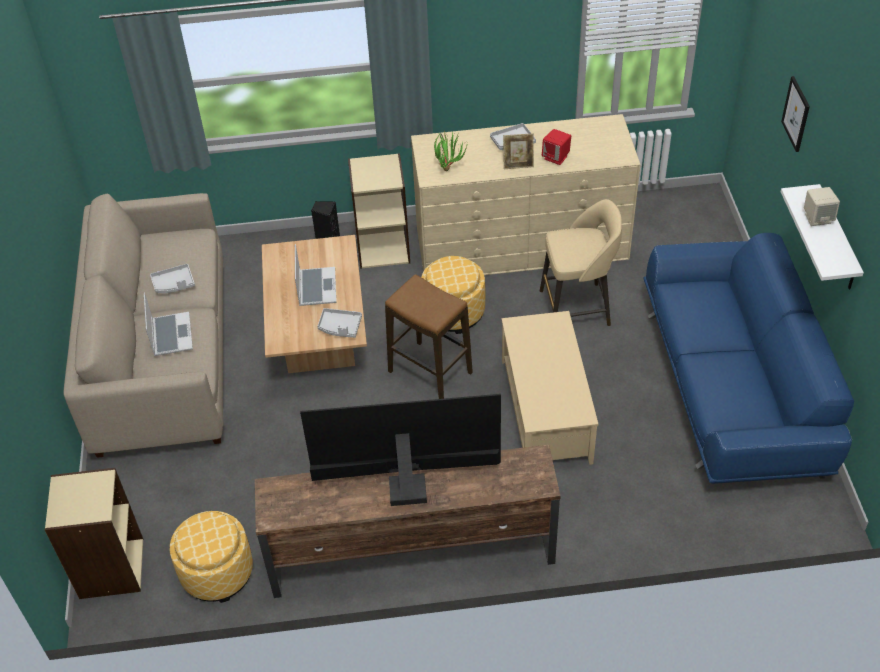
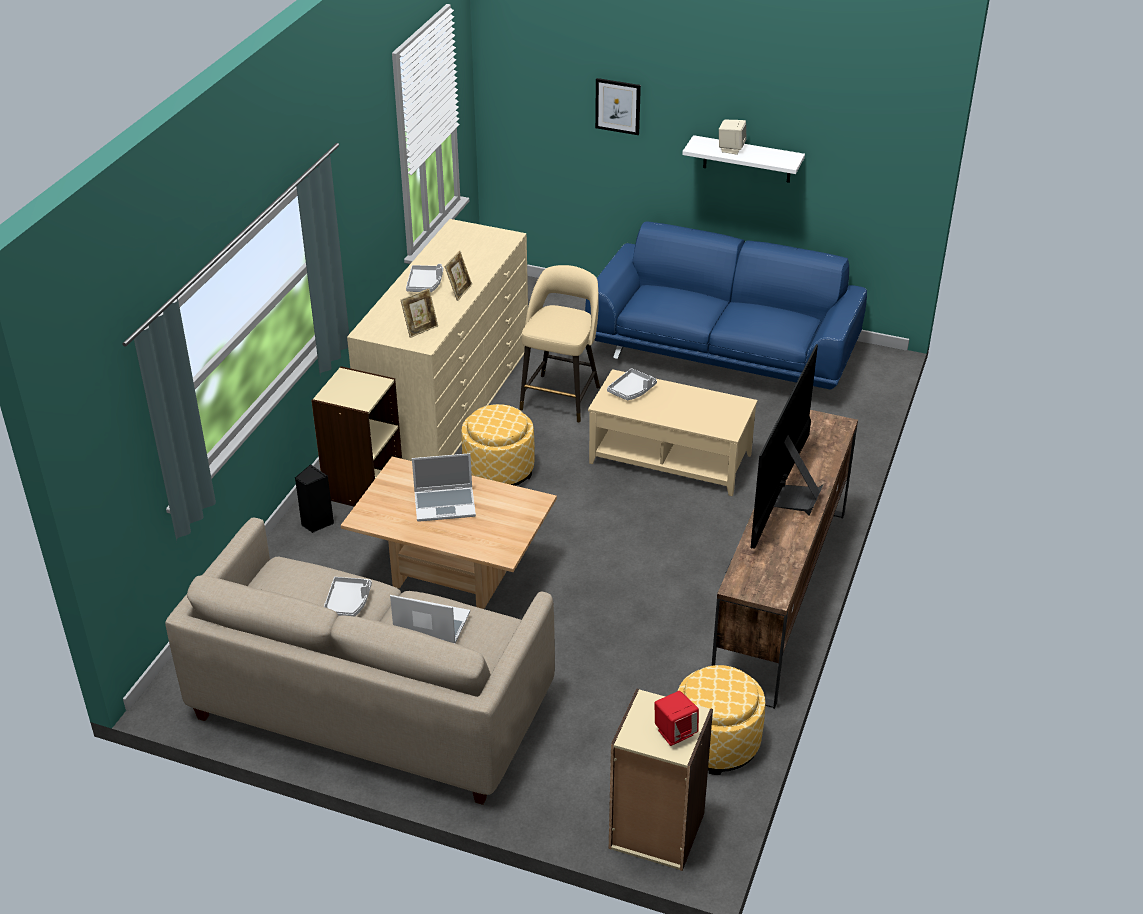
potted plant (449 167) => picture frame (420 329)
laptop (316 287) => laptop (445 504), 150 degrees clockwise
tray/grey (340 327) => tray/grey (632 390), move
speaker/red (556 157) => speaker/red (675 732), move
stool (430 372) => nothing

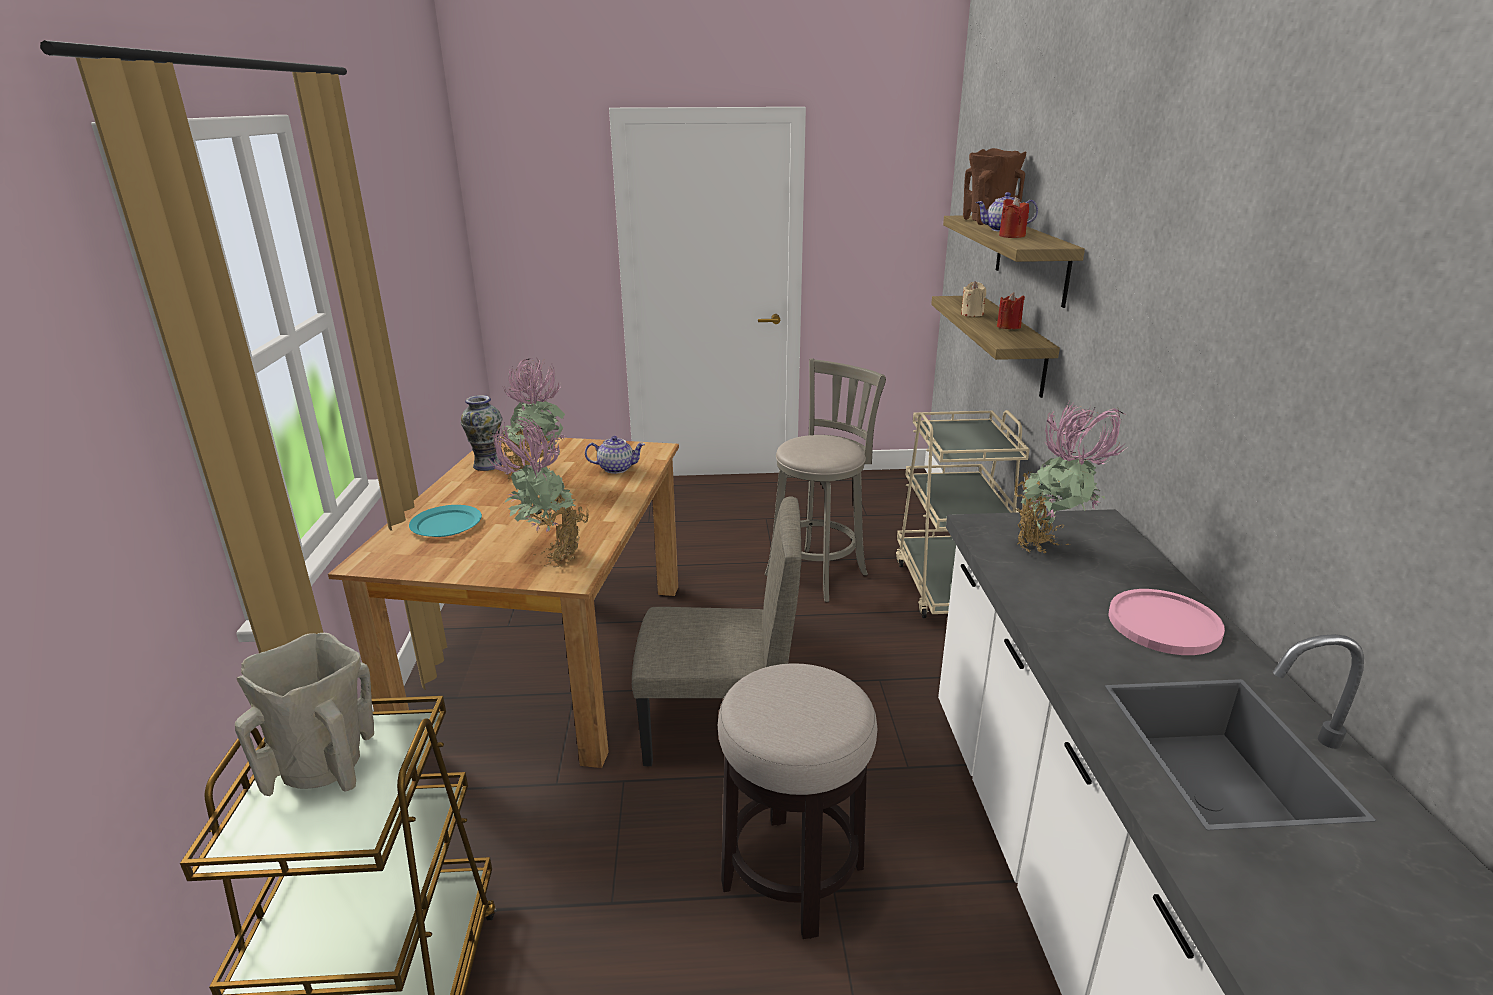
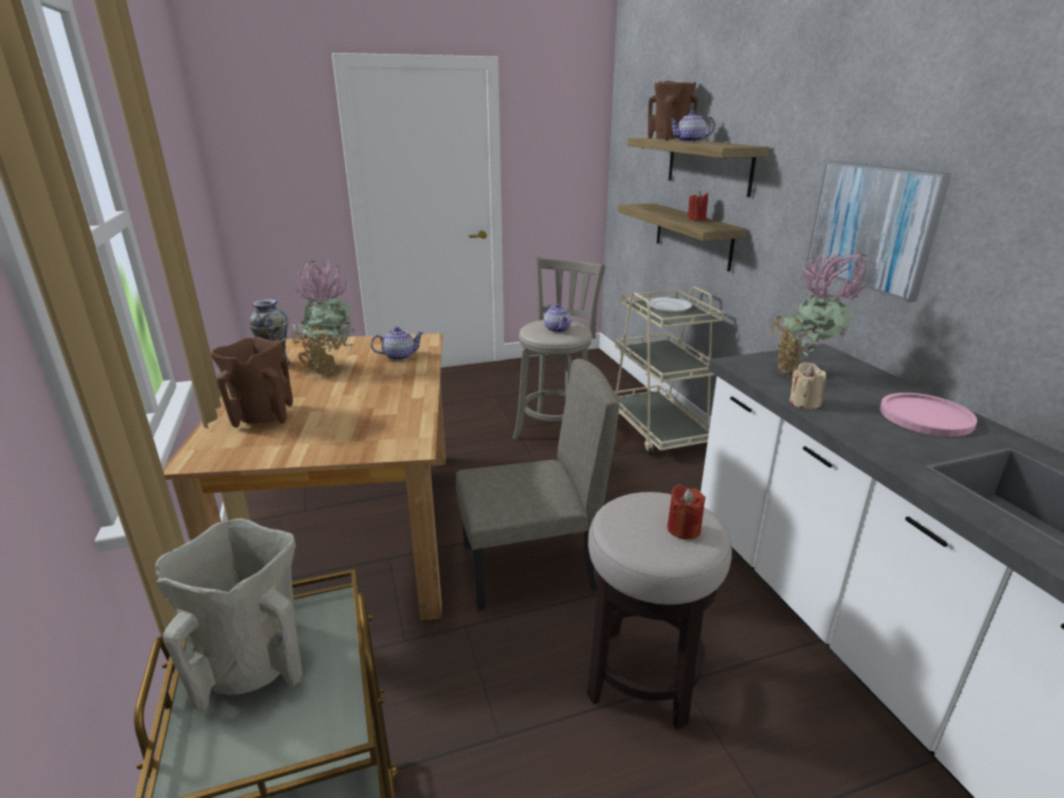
plate/turquoise (446 524) => vase/brown (262 416)
nothing => teapot (557 329)
nothing => plate/white (669 307)
candle/red (1011 236) => candle/red (683 529), move
candle/beige (972 314) => candle/beige (804 403), move
nothing => picture (872 227)
potted plant (548 556) => nothing

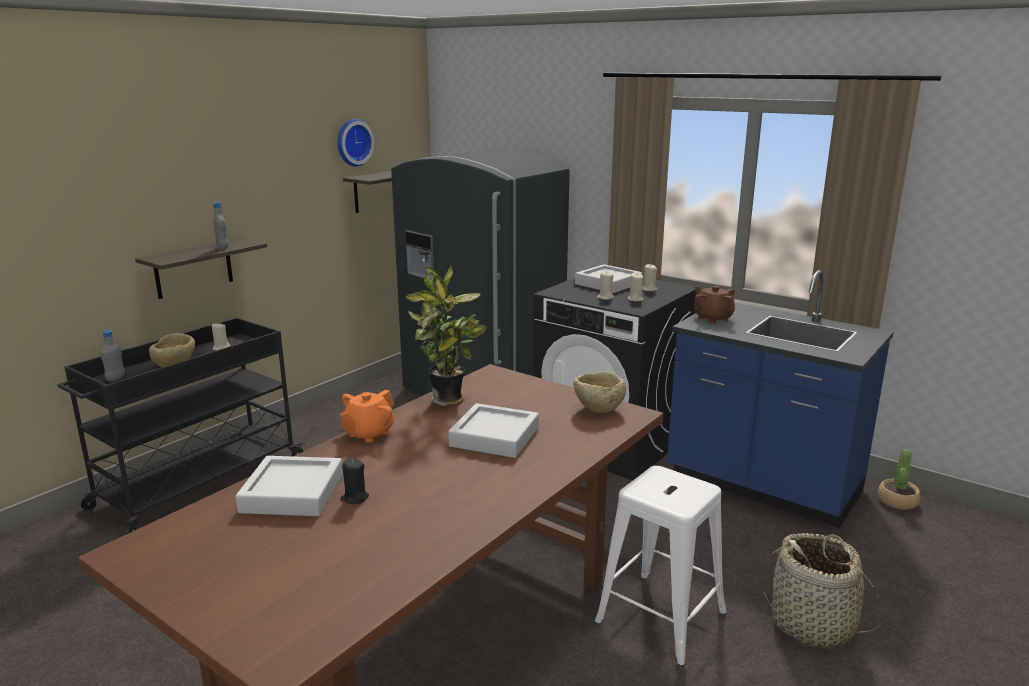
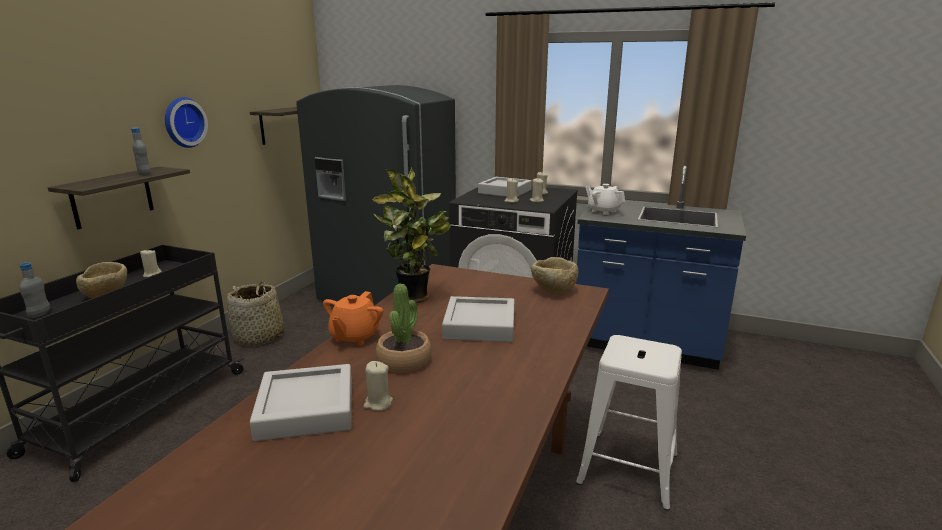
wall clock (352 142) => wall clock (183 122), move
basket (813 625) => basket (259 337), move
candle/black (354 498) => candle/beige (378 403)
potted plant (897 501) => potted plant (404 361), move
teapot/brown (712 318) => teapot/white (603 211)

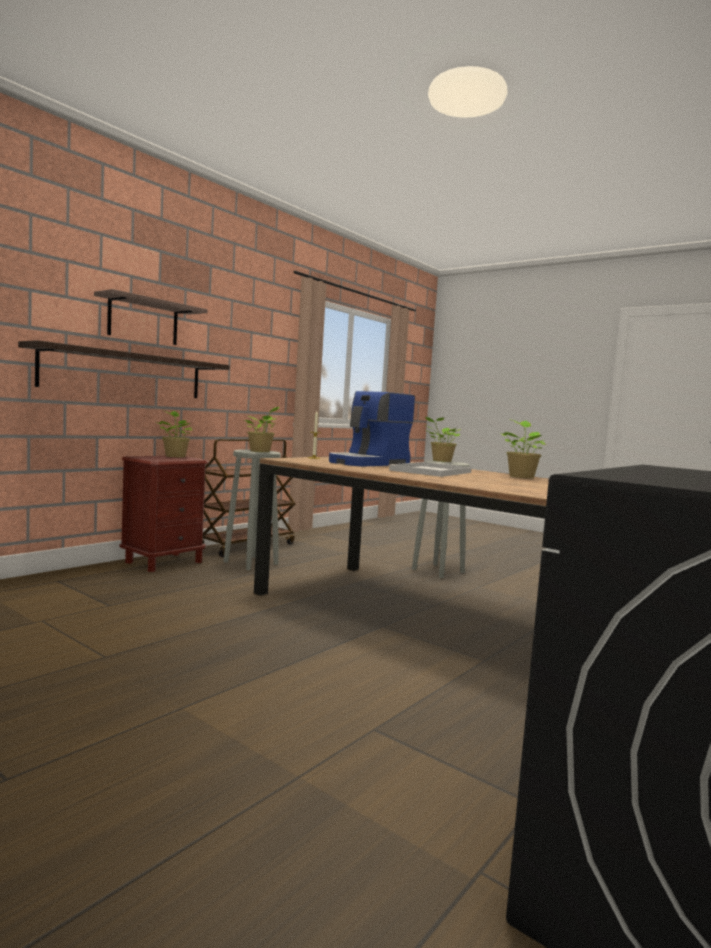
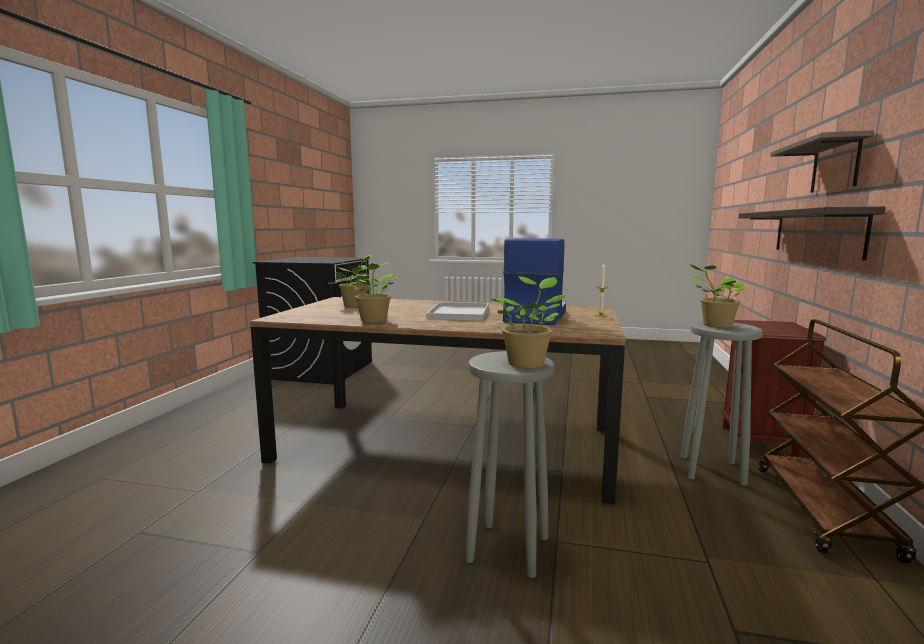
potted plant (175 456) => potted plant (356 305), move

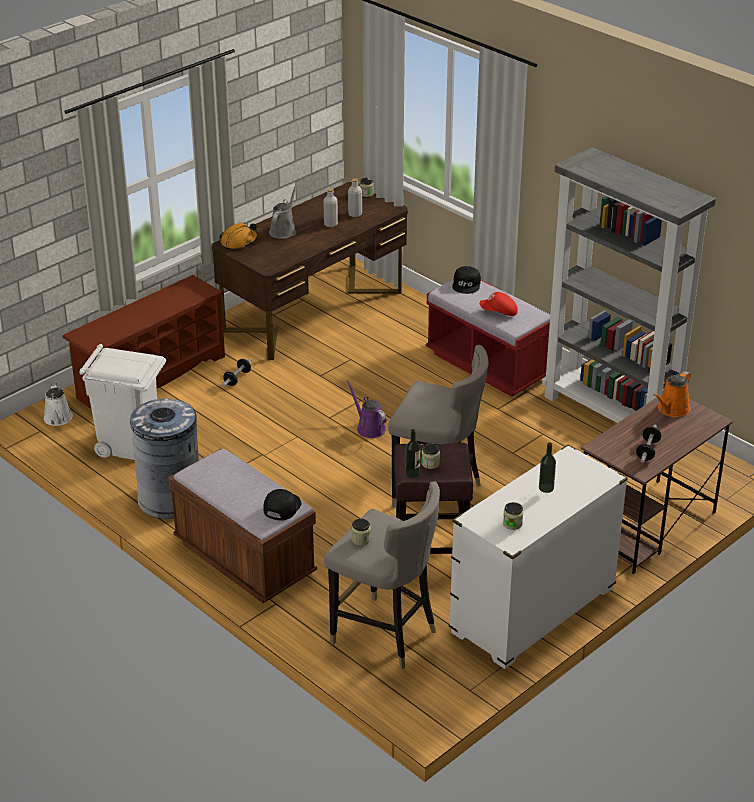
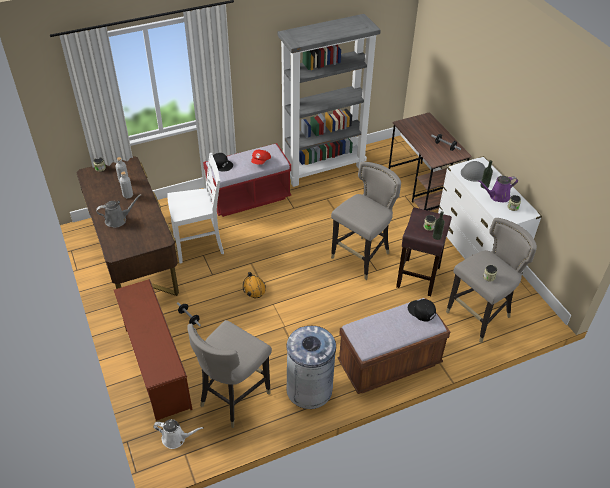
watering can/grey (283 230) => watering can/grey (118 220), 120 degrees clockwise
nothing => chair/white (200 246)
trash can/white (130 443) => stool/grey (233 398)
hard hat/orange (239 242) => hard hat/orange (254 288), move
nothing => hard hat/grey (474 173)
watering can/purple (369 428) => watering can/purple (497 196), move
watering can/orange (672 410) => nothing

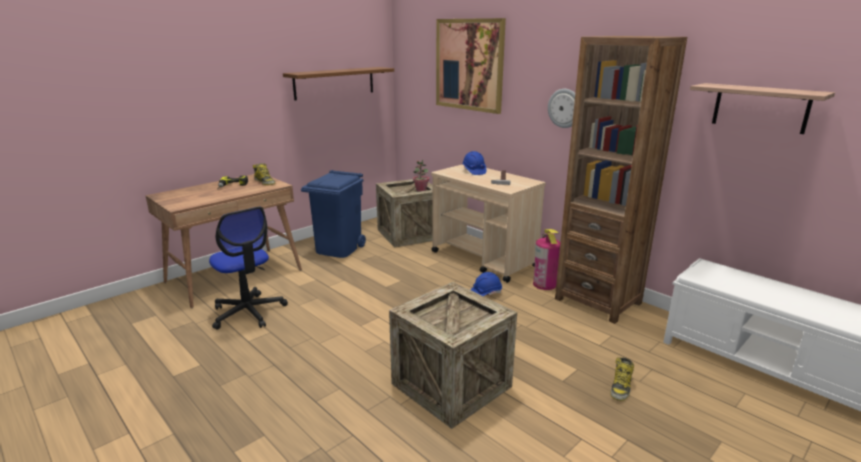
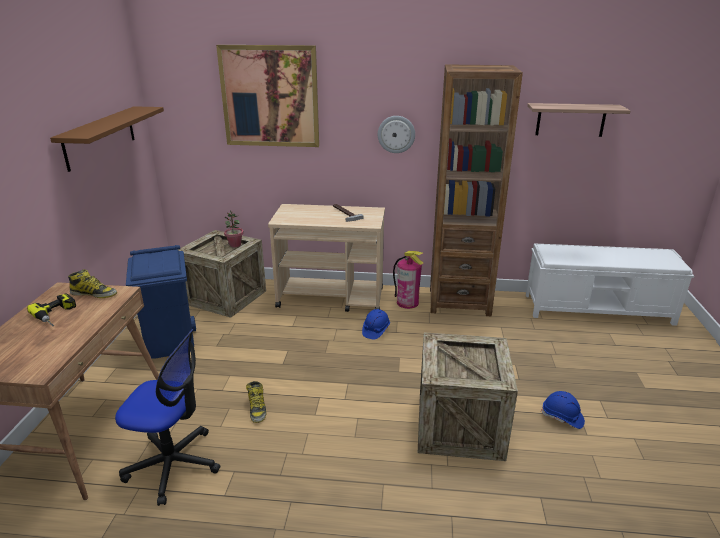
boot (620 387) => boot (257 408), move
hard hat/blue (473 171) => hard hat/blue (562 417), move

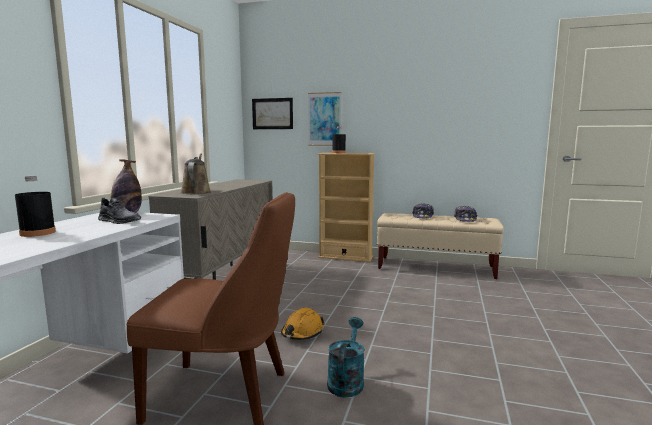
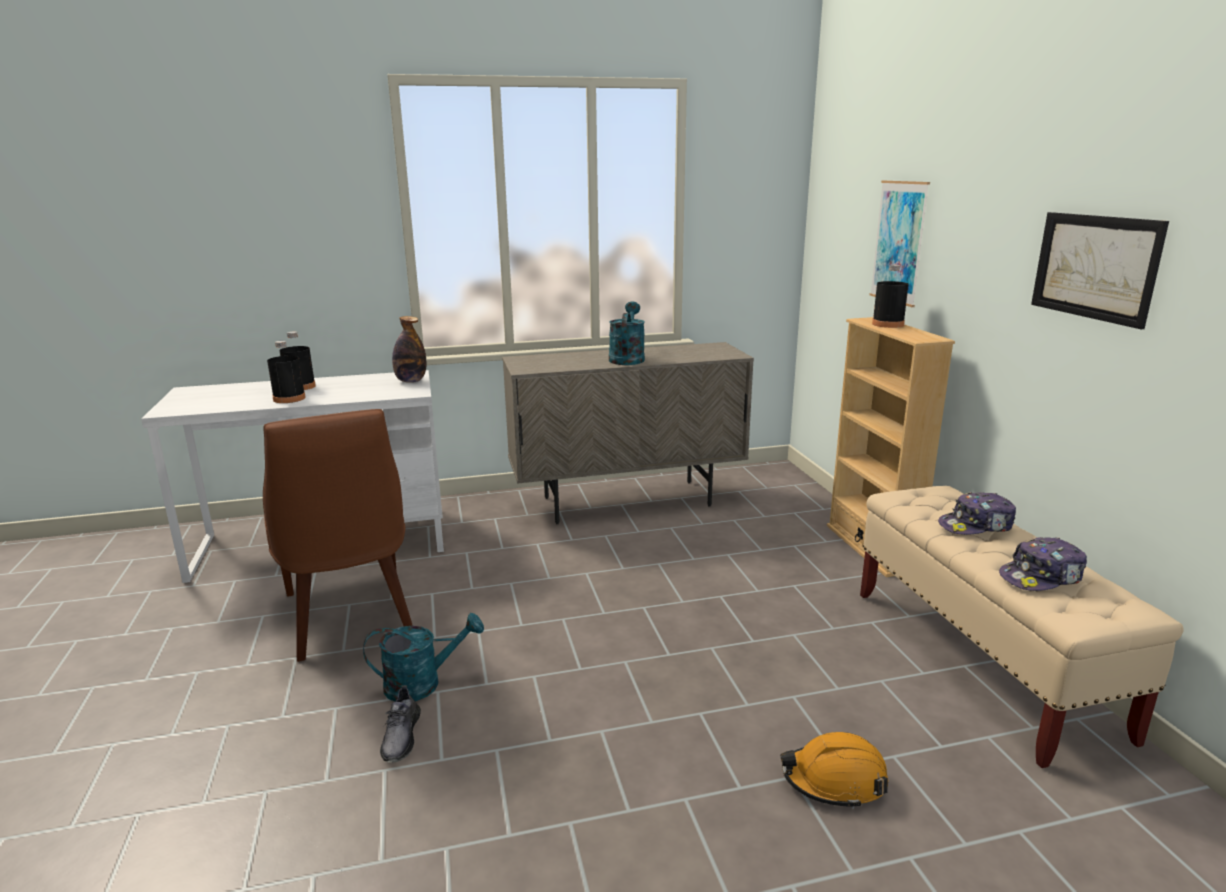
nothing => bottle/black (289 398)
shoe/grey (119 221) => shoe/grey (401 736), move
nothing => watering can/turquoise (627 358)
hard hat/orange (302 333) => hard hat/orange (834 781), move
picture (272 113) => picture (1094 267), move
watering can/brown (196 192) => nothing

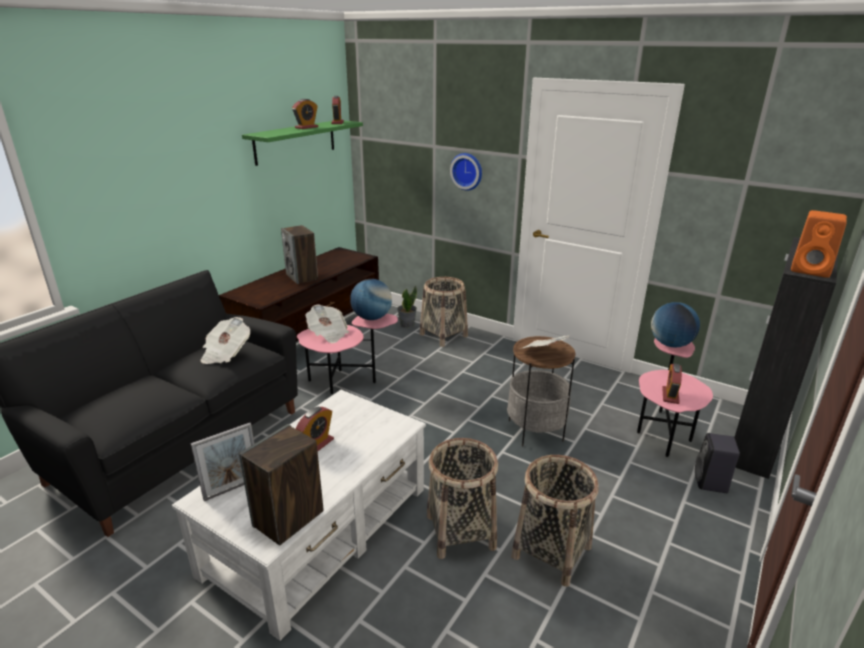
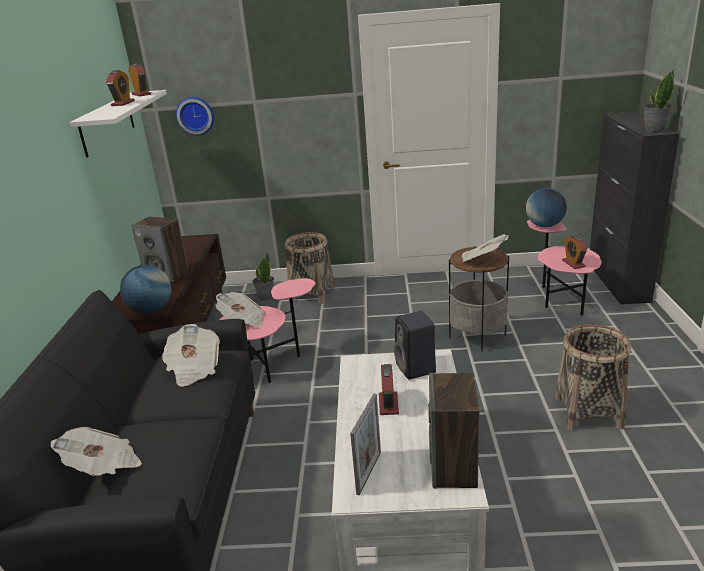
nothing => newspaper (104 466)
shelf/green (295 141) => shelf/white (107 123)
globe (372 318) => globe (151 310), move
wall clock (467 171) => wall clock (196 115), move
speaker/black (711 483) => speaker/black (416 369), move
speaker/orange (812 270) => potted plant (654 130)
basket (460 531) => nothing

